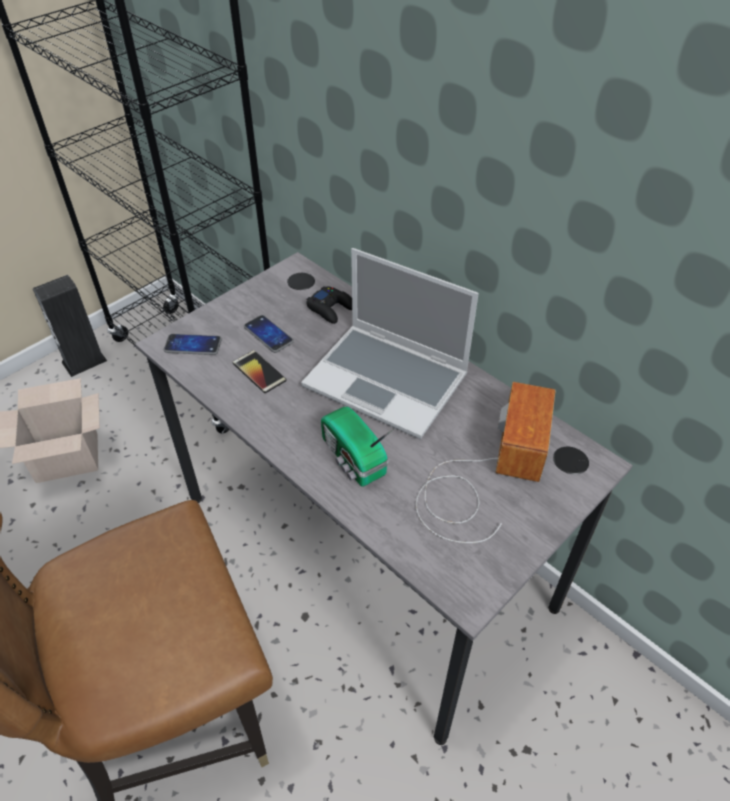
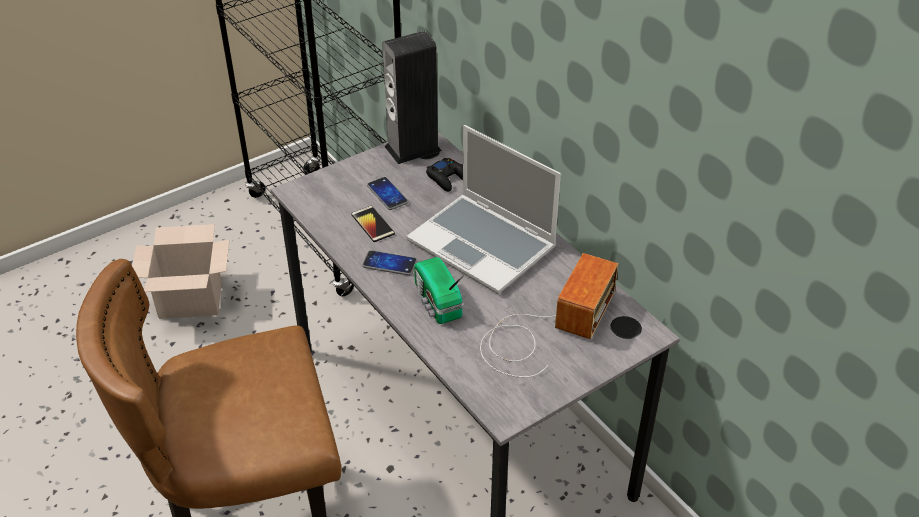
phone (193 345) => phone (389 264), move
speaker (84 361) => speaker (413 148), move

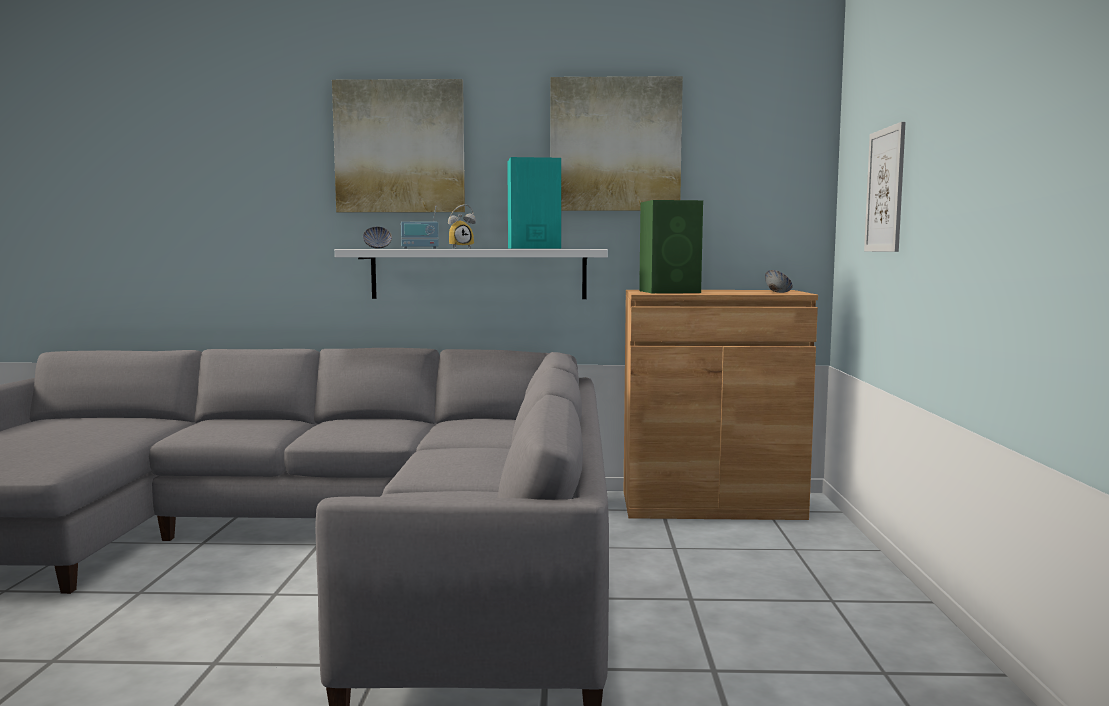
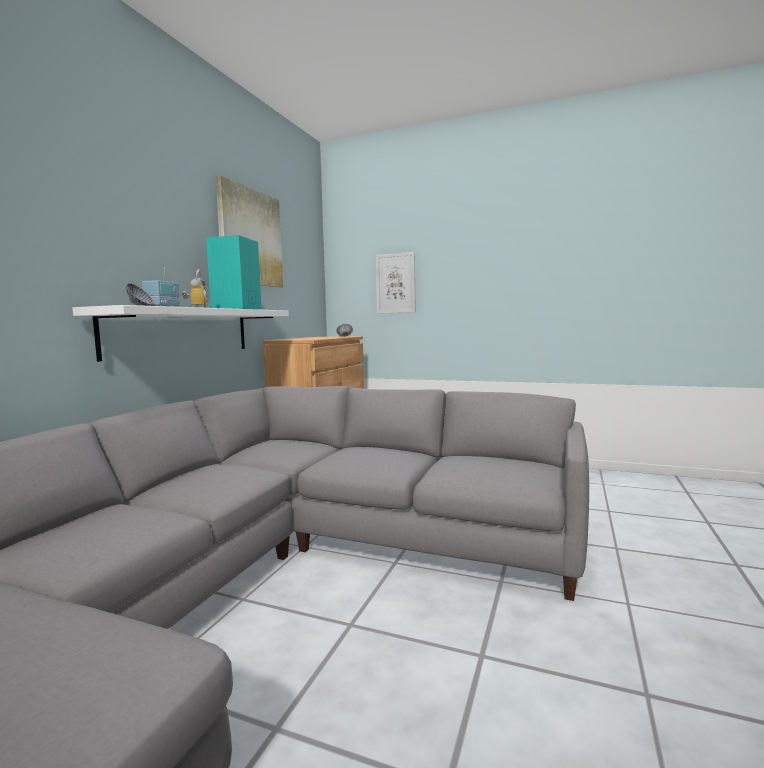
picture (400 147) => nothing
speaker/green (671 291) => nothing

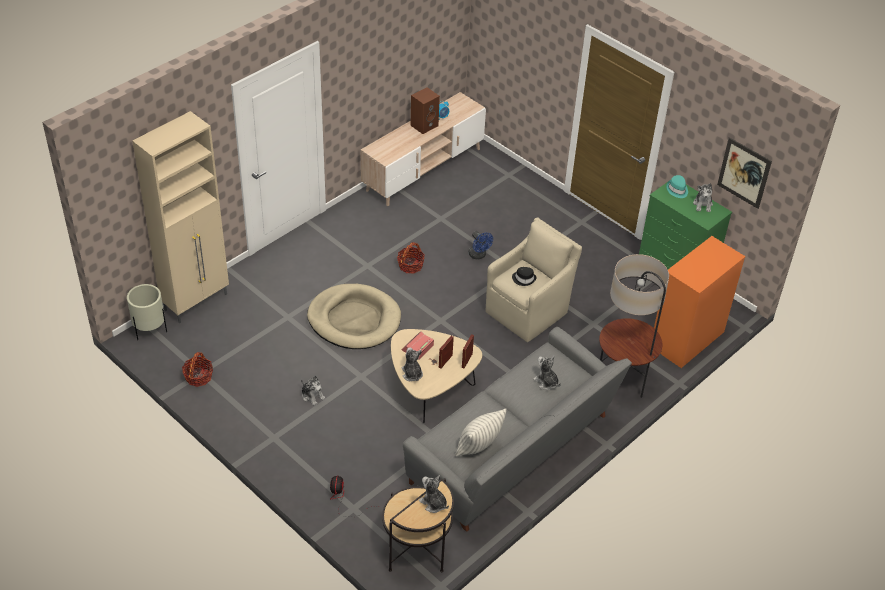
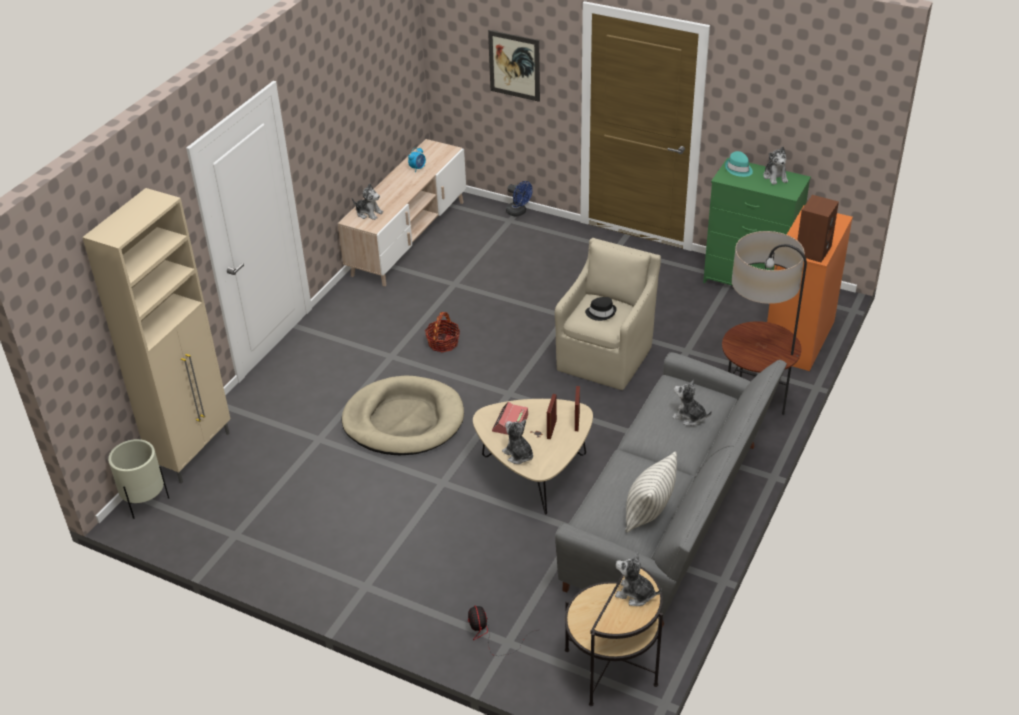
plush toy (312 396) => plush toy (368 213), move
picture (744 173) => picture (514 65), move
fan/blue (479 255) => fan/blue (519 212), move
speaker/brown (424 125) => speaker/brown (812 250), move
basket (198 377) => nothing

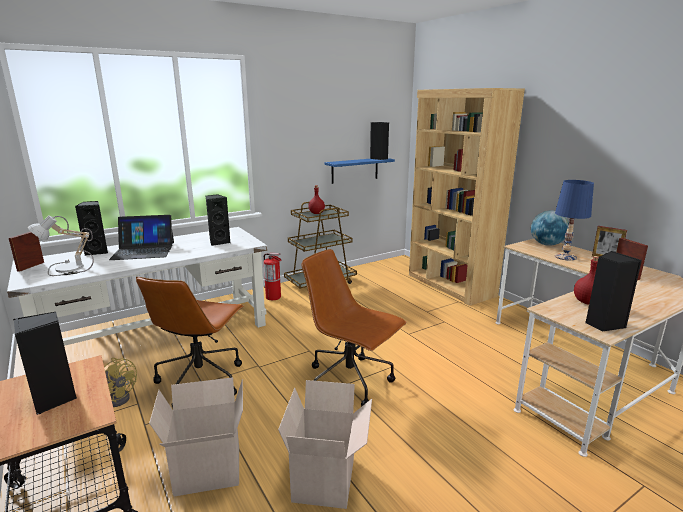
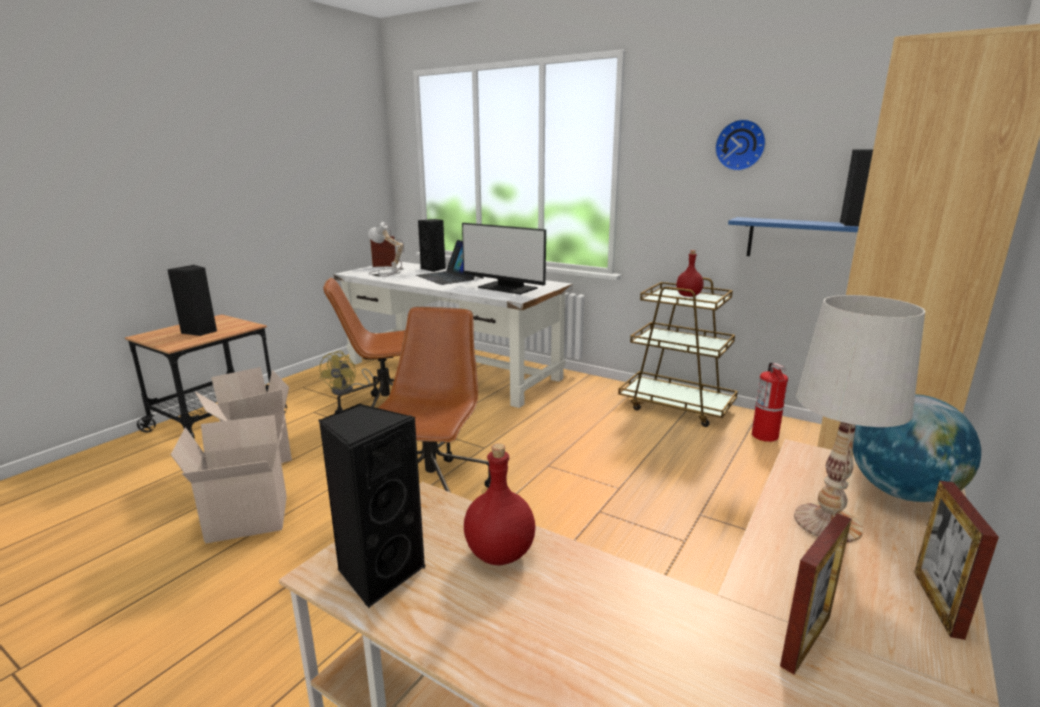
speaker/black (219 242) => monitor (506 288)
nothing => wall clock (740 145)
fire extinguisher (273 297) => fire extinguisher (765 436), move
table lamp/blue (565 257) => table lamp/white (826 522)

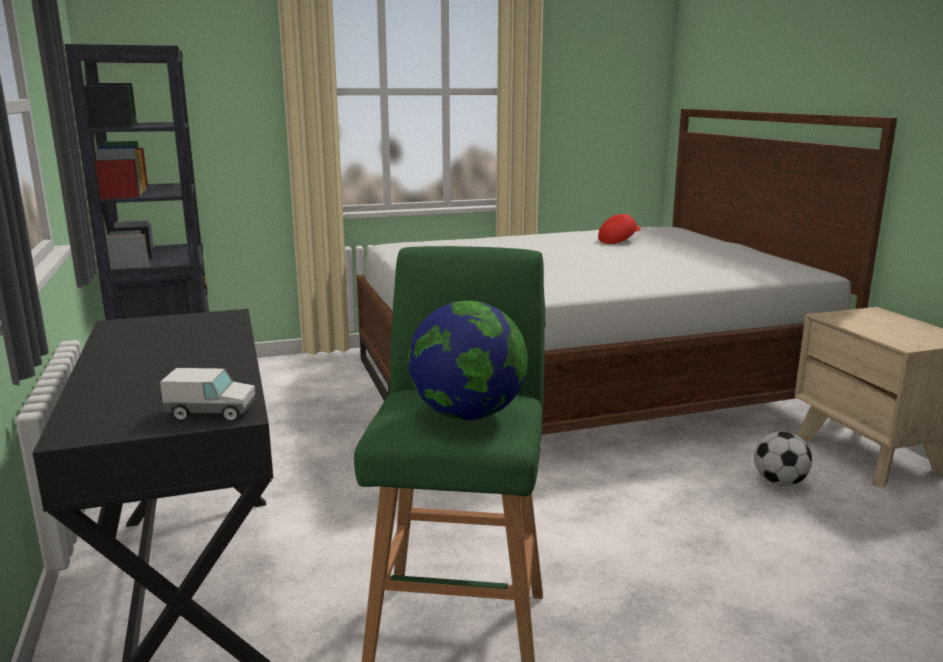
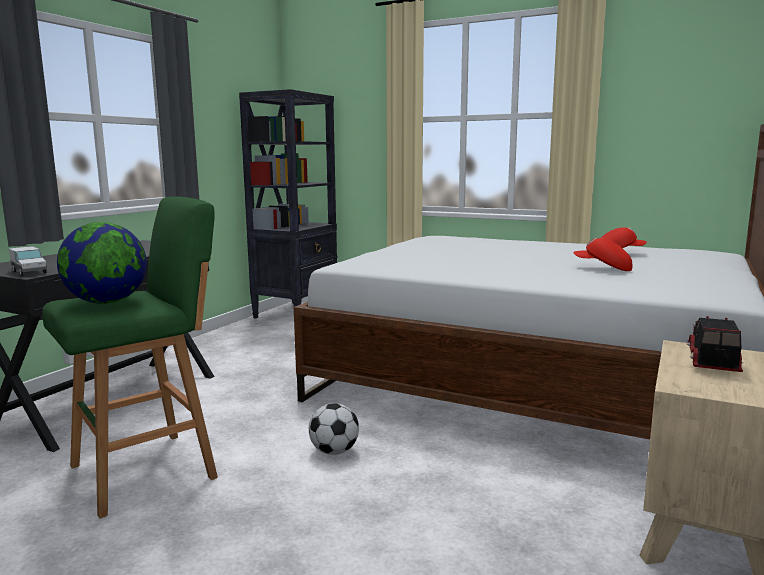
football (779 482) => football (334 451), move
nothing => cap/red (603 268)
nothing => toy truck (711 360)

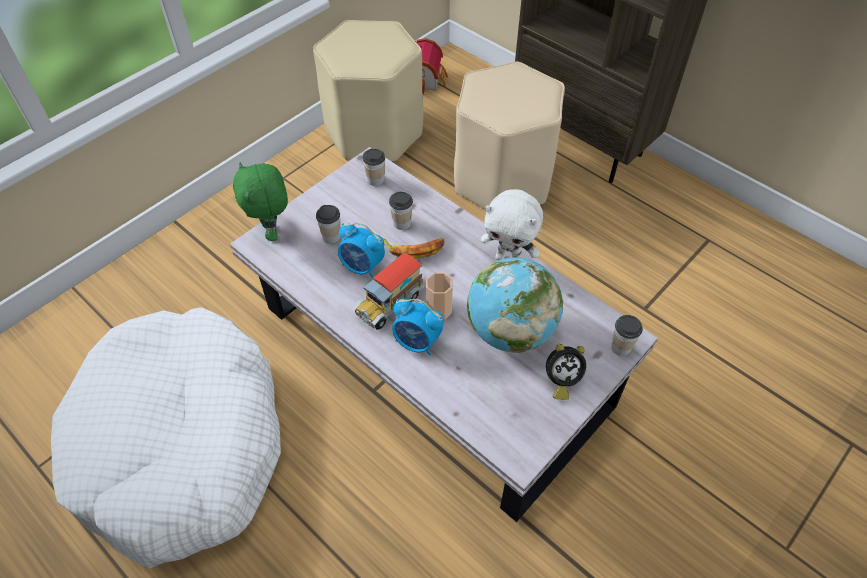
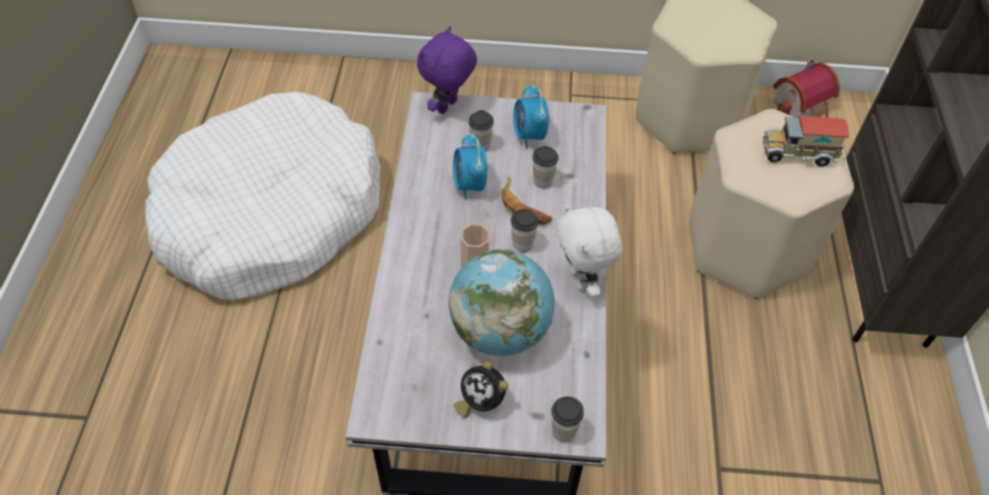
plush toy/green (272 232) => plush toy/purple (448 107)
cup (375 180) => cup (522 244), move
alarm clock (417 342) => alarm clock (529 135), move
toy truck (389 304) => toy truck (796 154), move

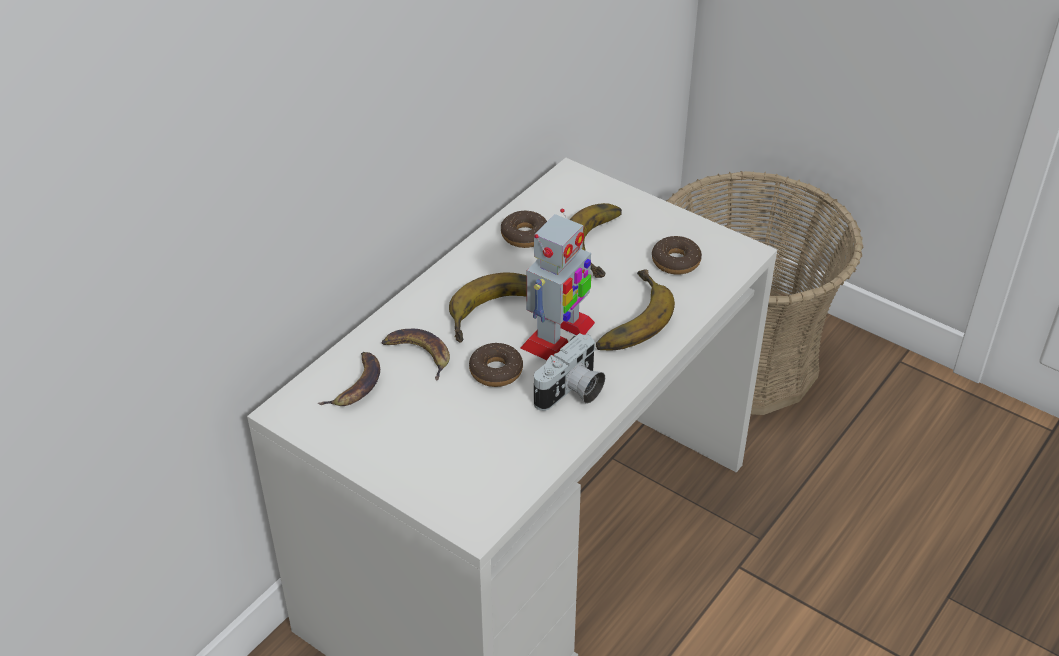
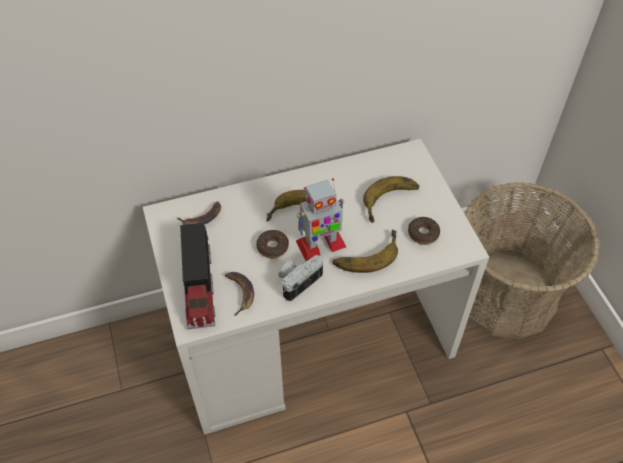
nothing => toy truck (199 286)
banana (418 354) => banana (239 292), move
photo camera (571 392) => photo camera (298 281), 150 degrees clockwise
donut (524 235) => nothing

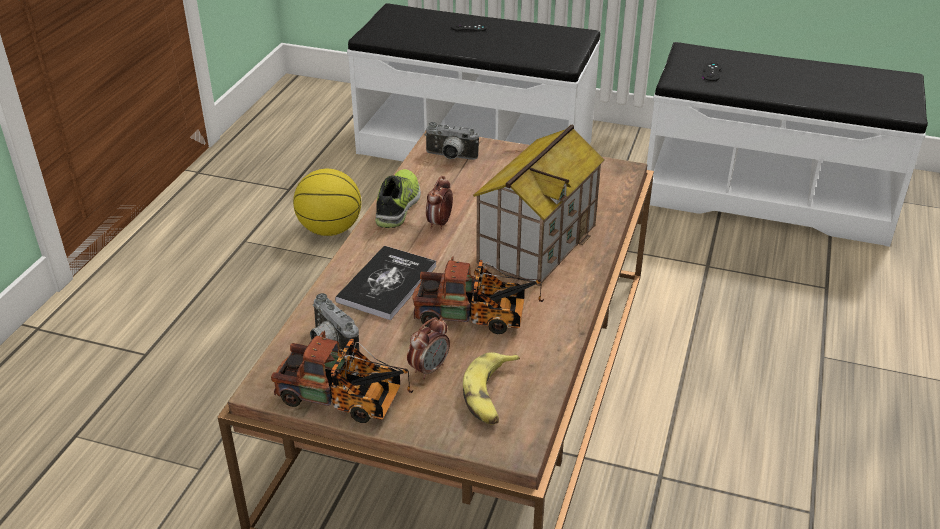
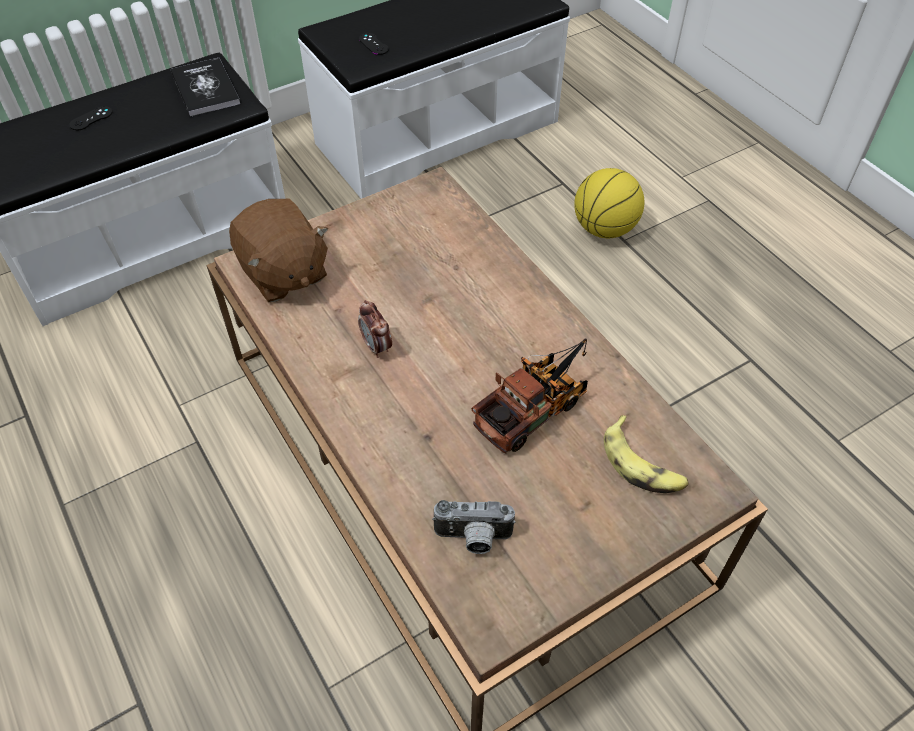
book (387 284) => book (205 88), move
photo camera (450 157) => plush toy/brown (283 273)
basketball (329 229) => basketball (604 229), move
toy truck (346 400) => nothing
shoe (399 205) => nothing
alarm clock (429 369) => nothing
toy house (537 243) => nothing

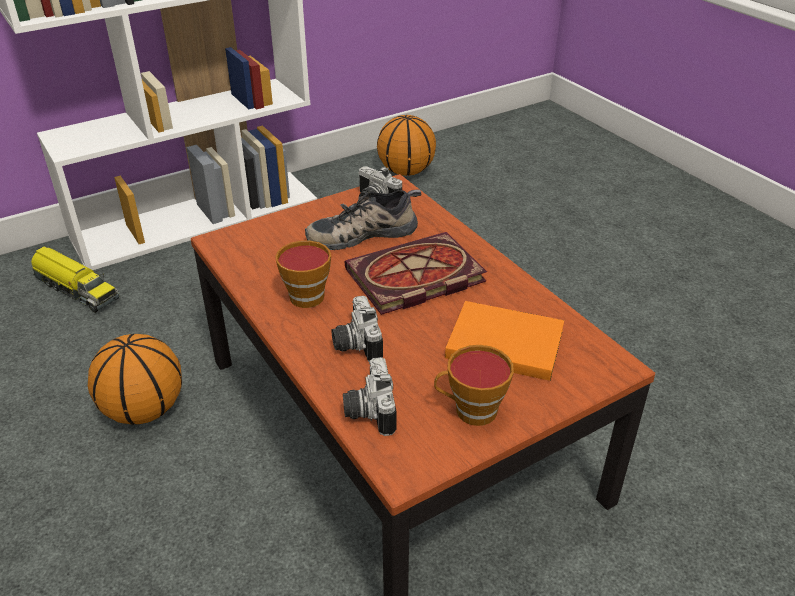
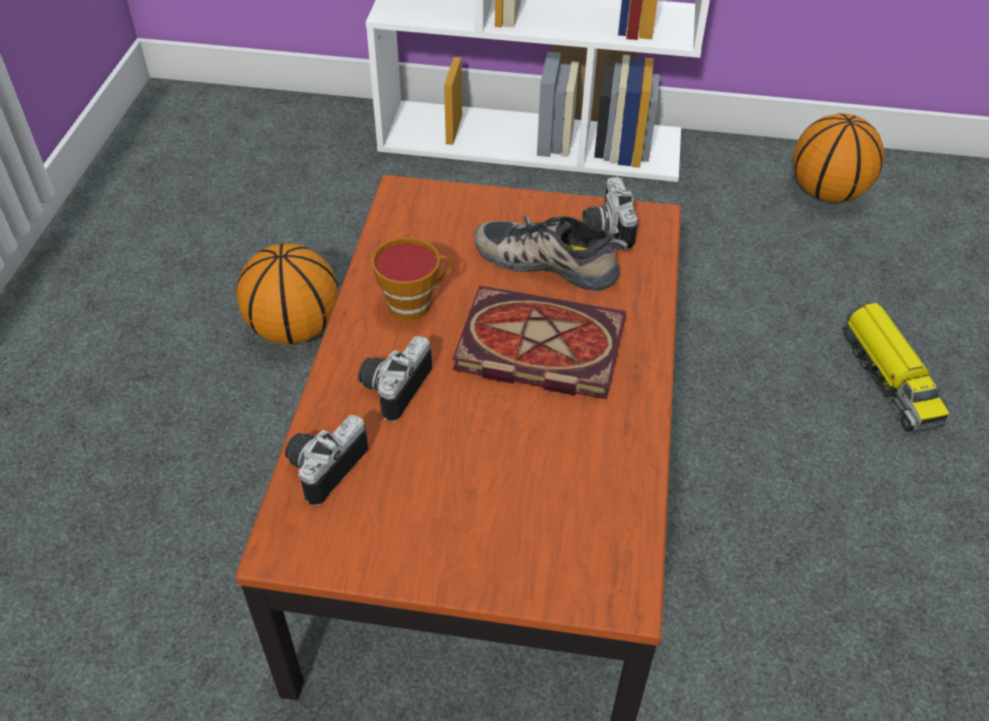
toy truck (76 289) => toy truck (889 378), move
cup (471 411) => nothing
book/orange (502 342) => nothing

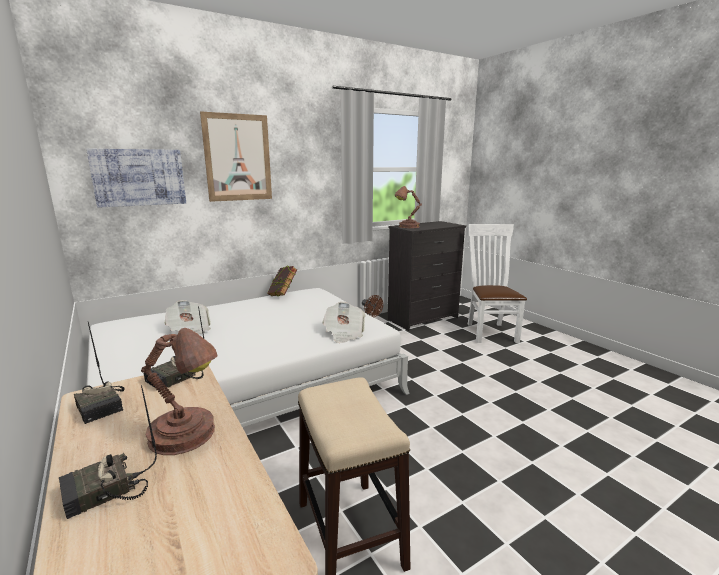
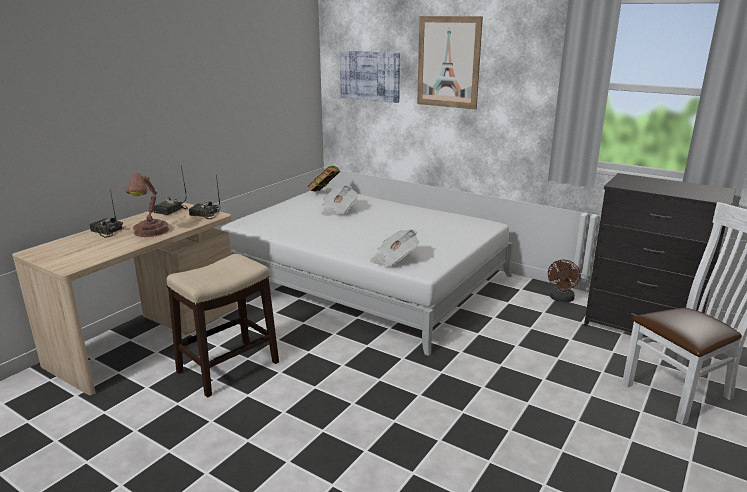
book (283 295) => book (324 193), move
table lamp/brown (407 226) => nothing

